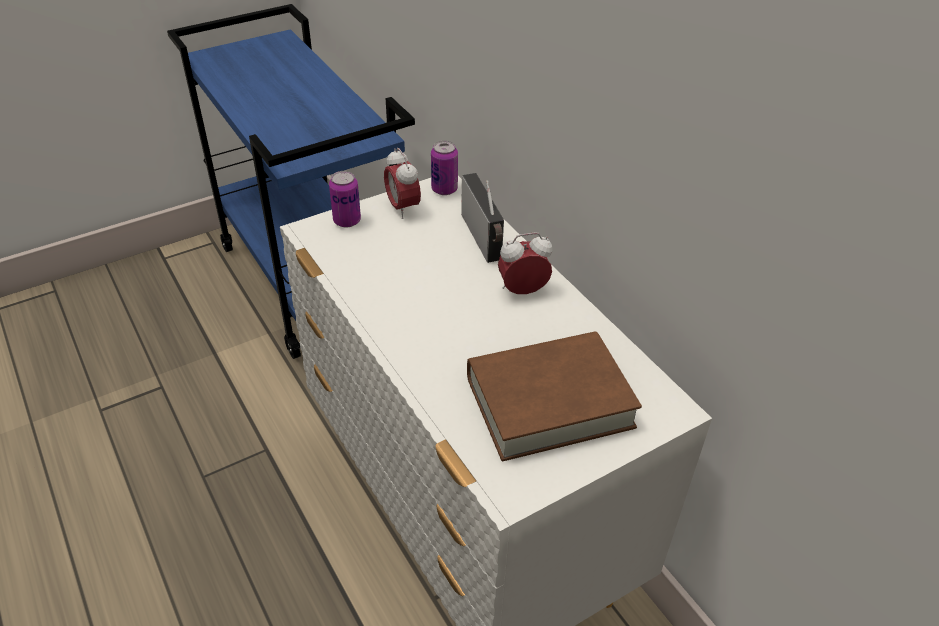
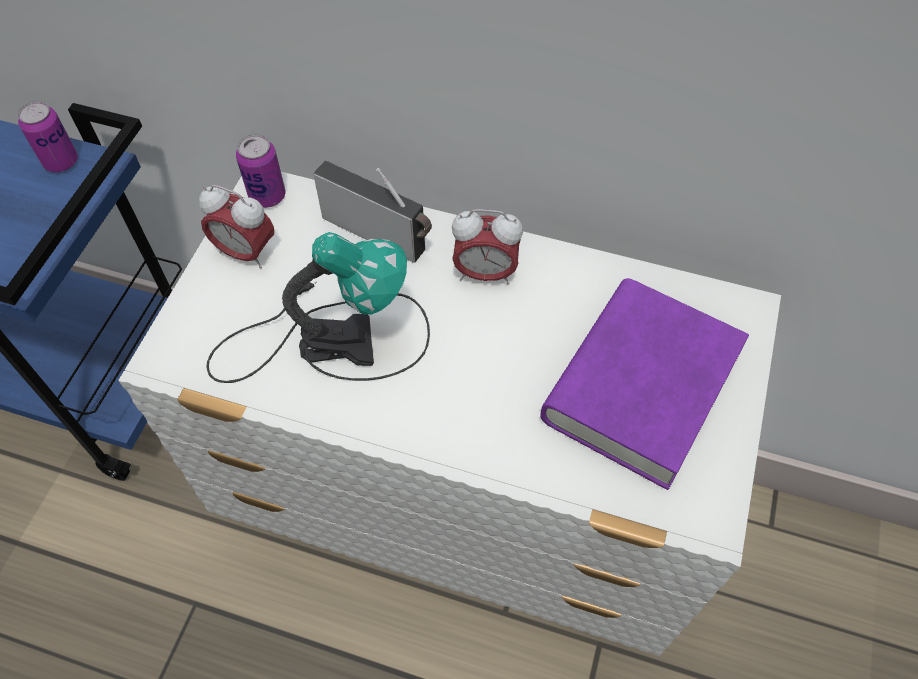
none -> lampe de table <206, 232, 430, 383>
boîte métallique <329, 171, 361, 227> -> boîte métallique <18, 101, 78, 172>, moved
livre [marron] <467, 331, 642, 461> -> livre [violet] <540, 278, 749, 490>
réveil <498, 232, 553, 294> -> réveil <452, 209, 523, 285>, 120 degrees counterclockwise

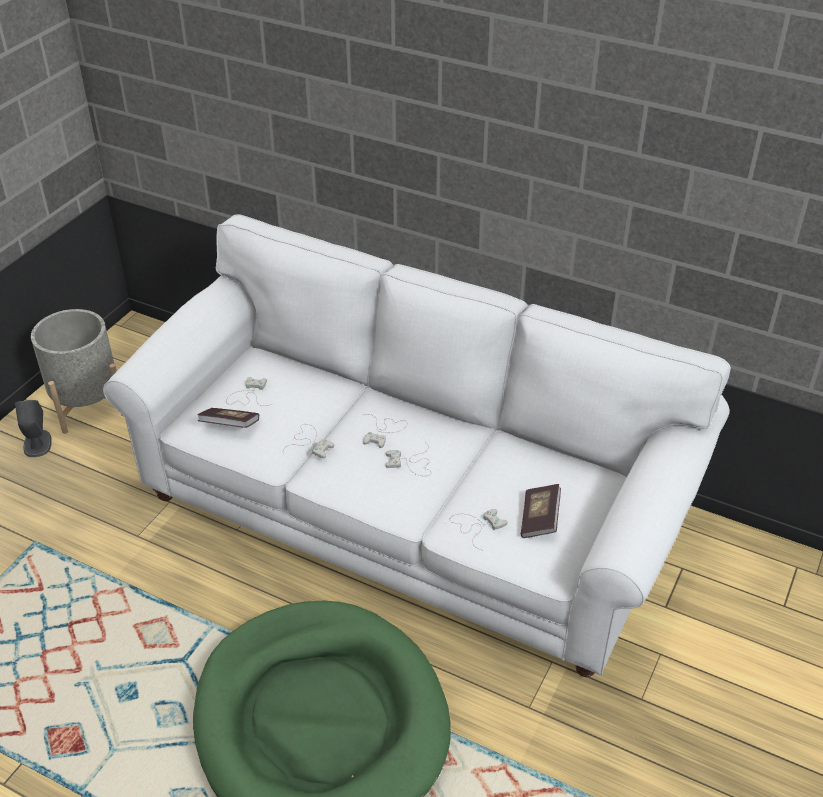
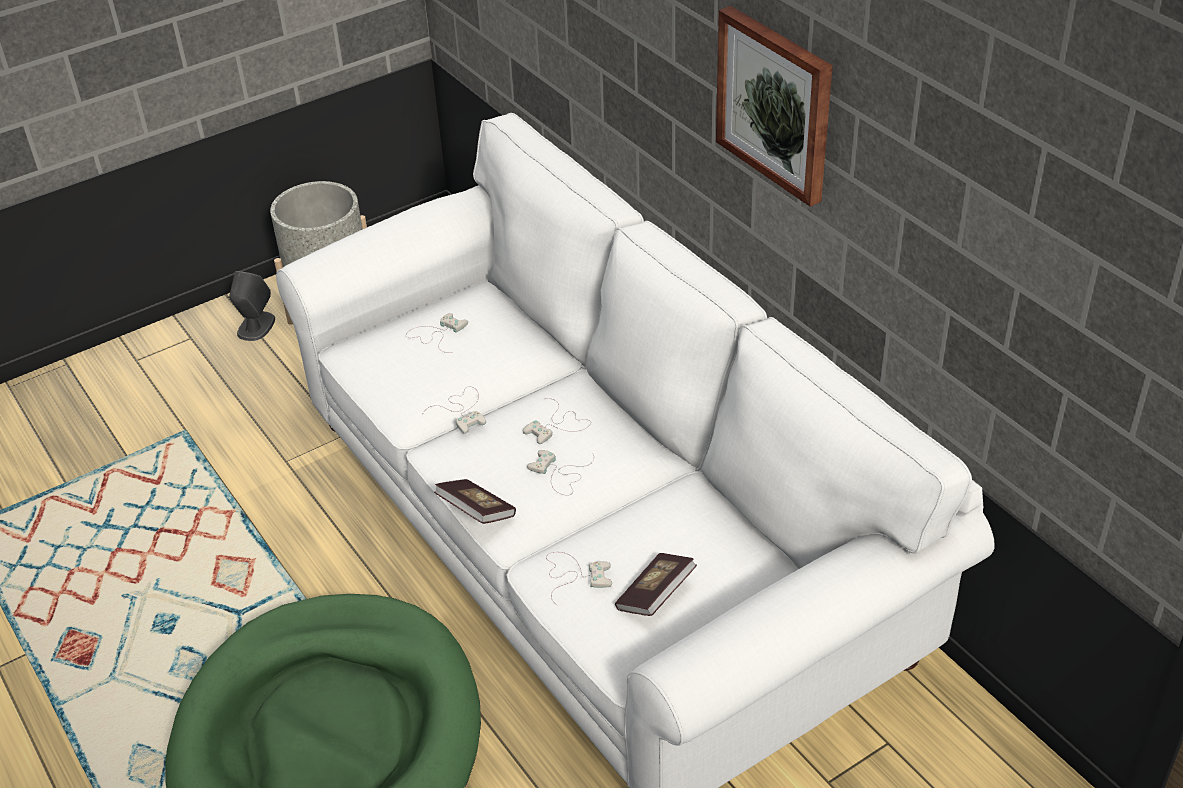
none -> tableau <716, 6, 833, 207>
livre <197, 408, 259, 428> -> livre <434, 479, 516, 524>, moved

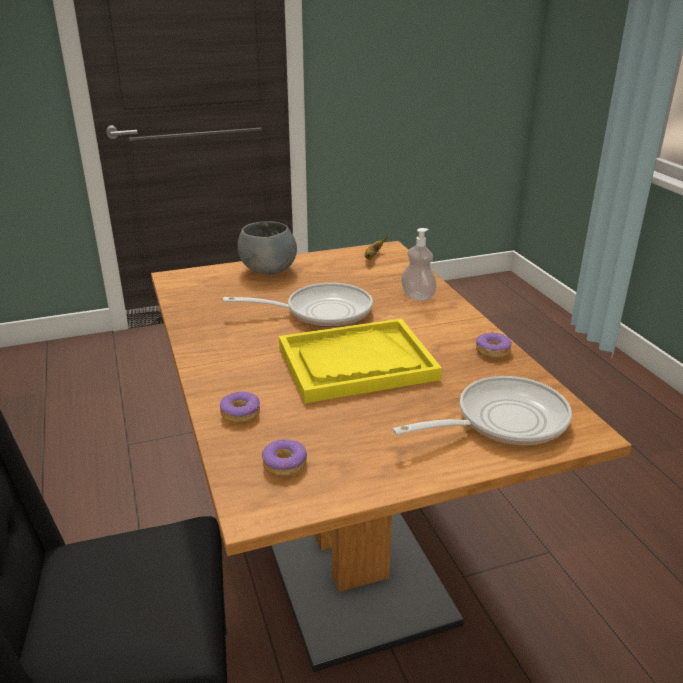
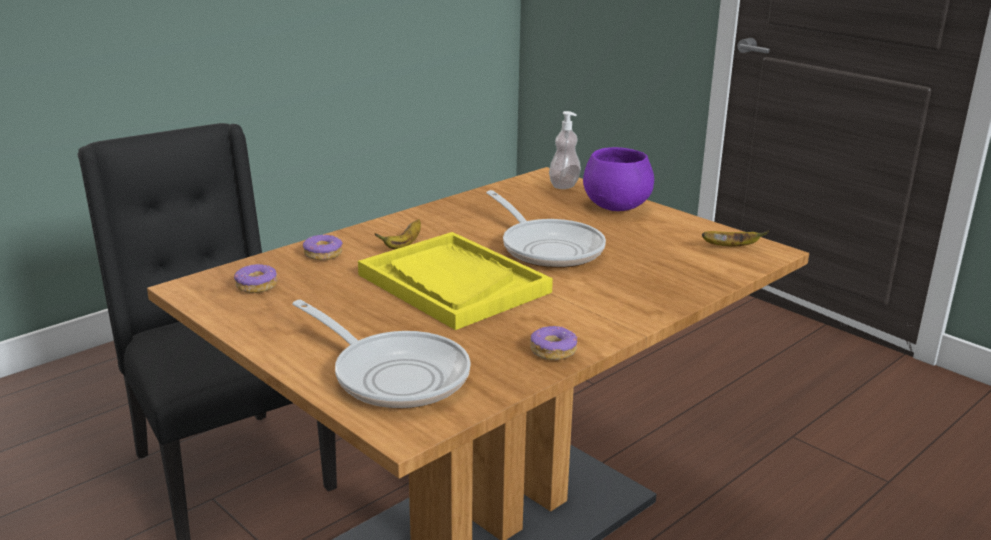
none -> banane <375, 219, 421, 249>
distributeur de savon <401, 228, 437, 301> -> distributeur de savon <549, 111, 581, 189>, moved
bol [gris] <238, 221, 297, 274> -> bol [violet] <583, 147, 654, 211>

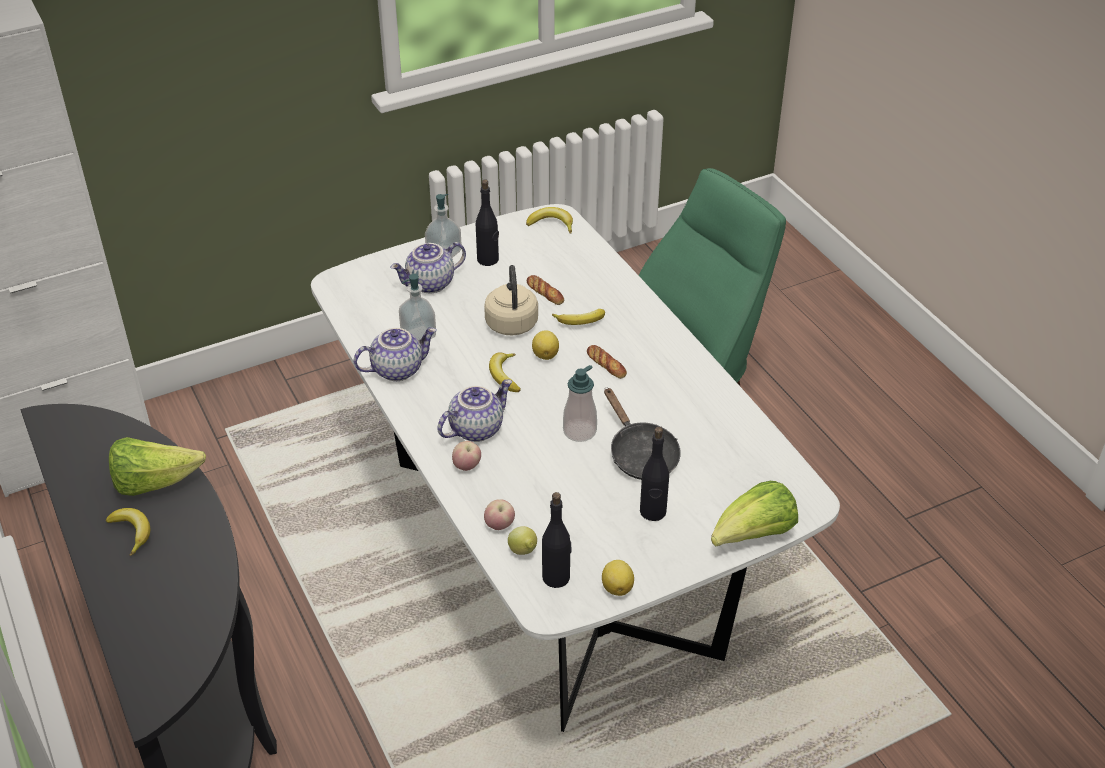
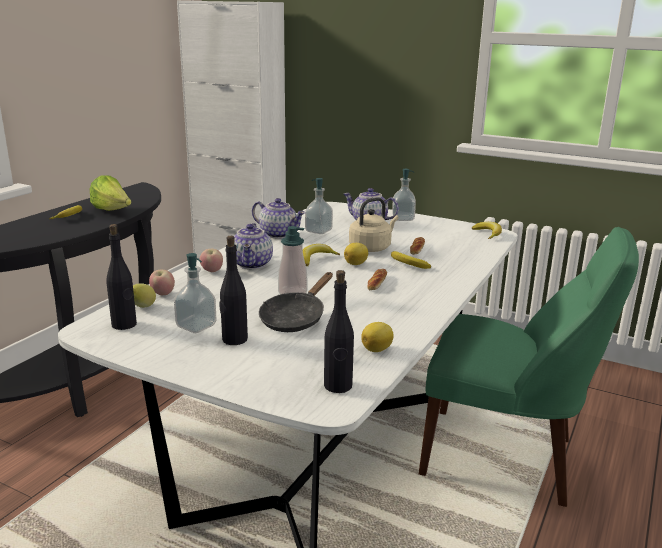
laitue <711, 481, 798, 546> -> none
none -> distributeur de savon <174, 253, 217, 333>
bouteille [noir] <476, 179, 499, 266> -> bouteille [noir] <324, 270, 354, 393>, moved
citron <602, 560, 634, 596> -> citron <361, 322, 394, 352>, moved
théière <437, 379, 512, 442> -> théière <234, 223, 273, 269>, 75 degrees clockwise

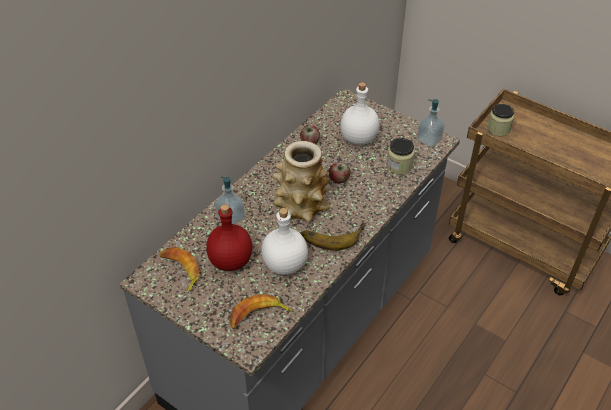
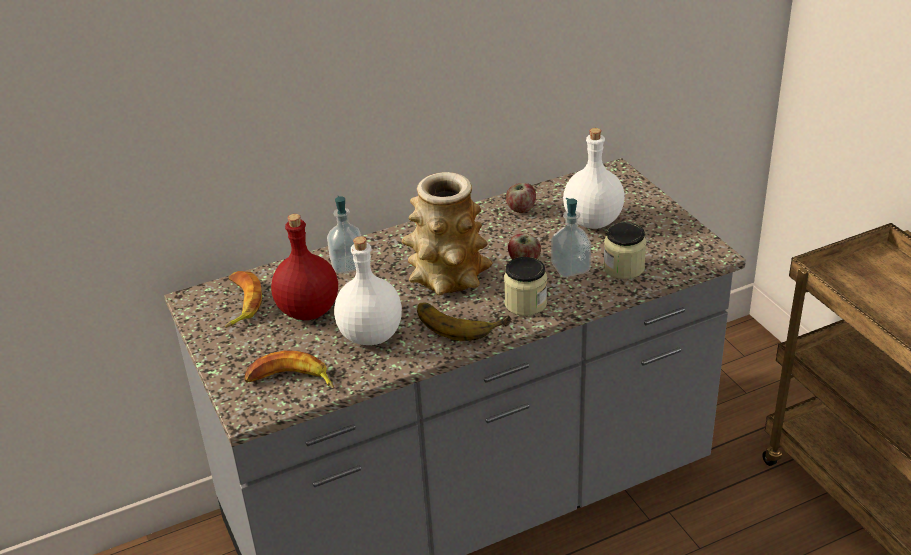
distributeur de savon <417, 99, 445, 147> -> distributeur de savon <551, 198, 591, 277>, moved
bocal <487, 104, 514, 136> -> bocal <504, 257, 547, 316>, moved

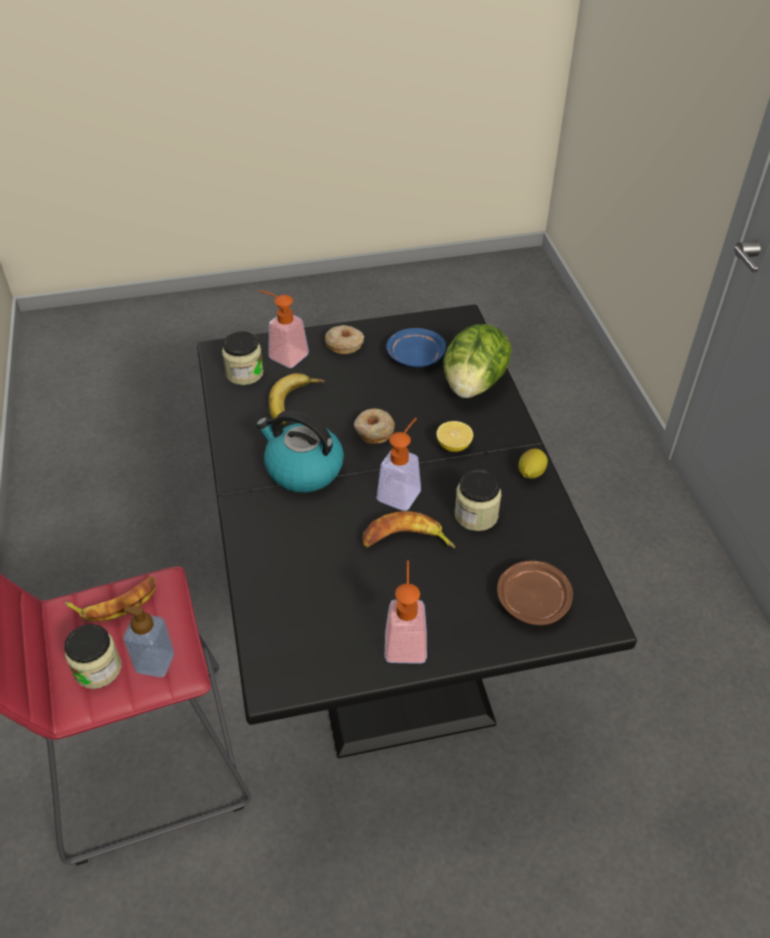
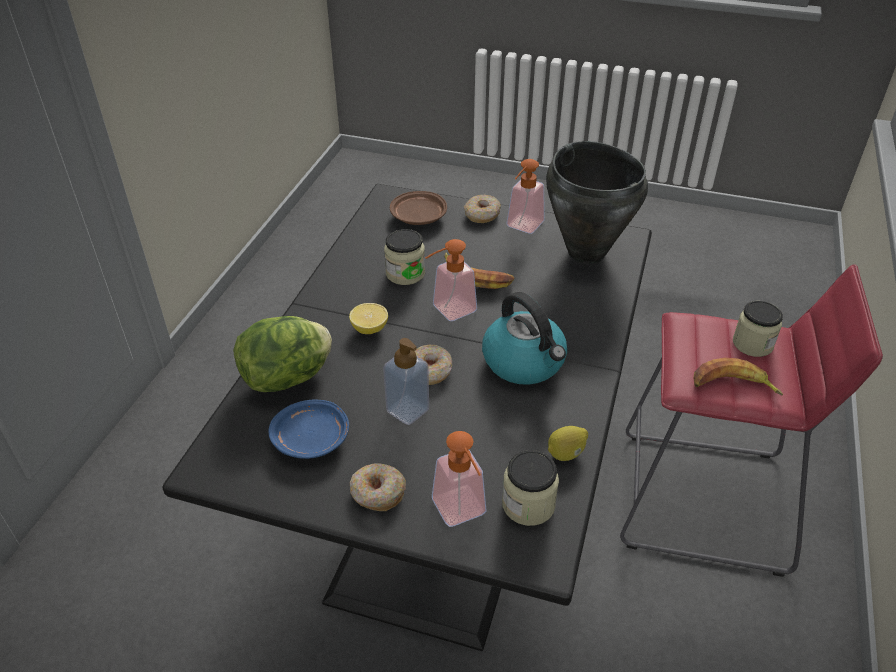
banane <269, 373, 325, 427> -> none
none -> beignet <464, 195, 501, 223>
none -> marmite [noir] <546, 141, 648, 264>
distributeur de savon <123, 607, 174, 678> -> distributeur de savon <383, 338, 429, 425>, moved
citron <519, 449, 548, 479> -> citron <548, 426, 588, 461>, moved

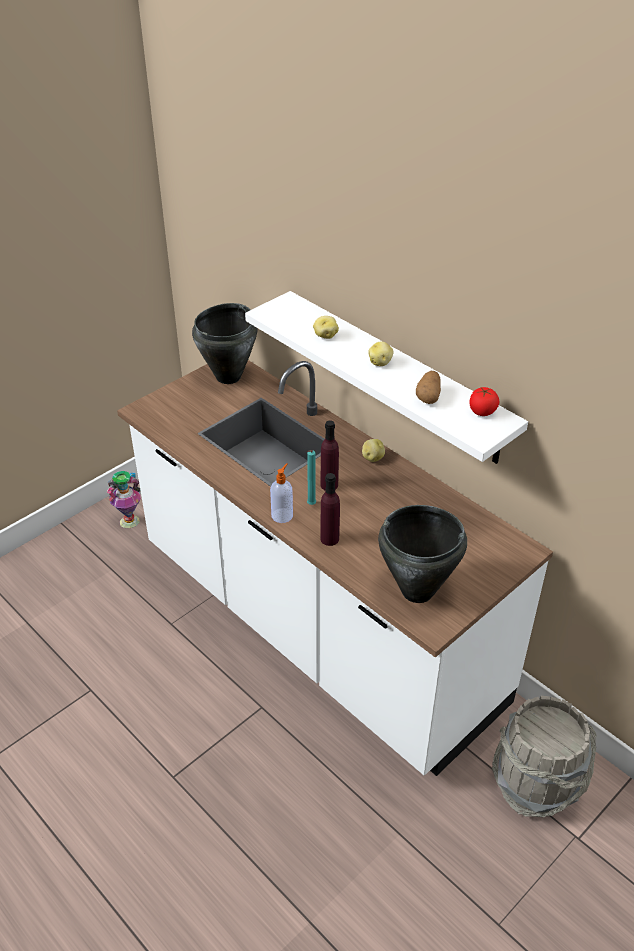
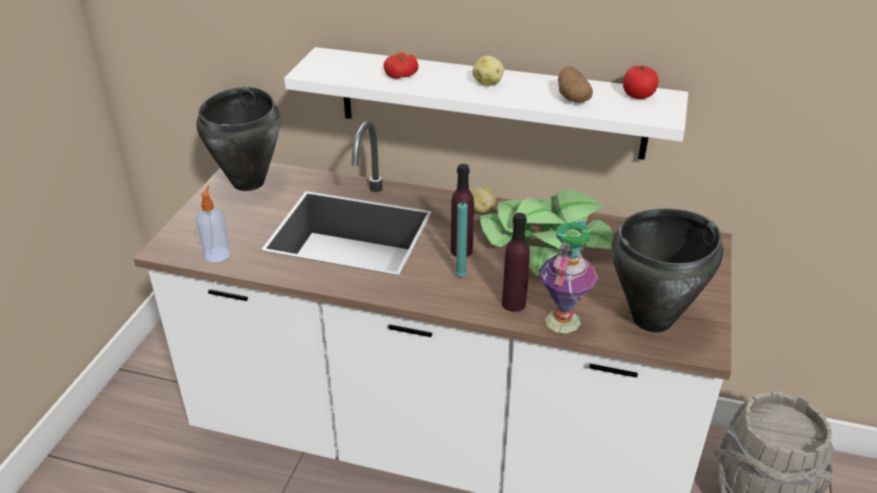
none -> plante en pot <480, 190, 615, 276>
vase <107, 471, 141, 528> -> vase <539, 221, 599, 333>, moved
distributeur de savon <270, 463, 293, 523> -> distributeur de savon <197, 186, 230, 262>, moved
pomme de terre <313, 316, 339, 339> -> tomate <383, 53, 418, 79>

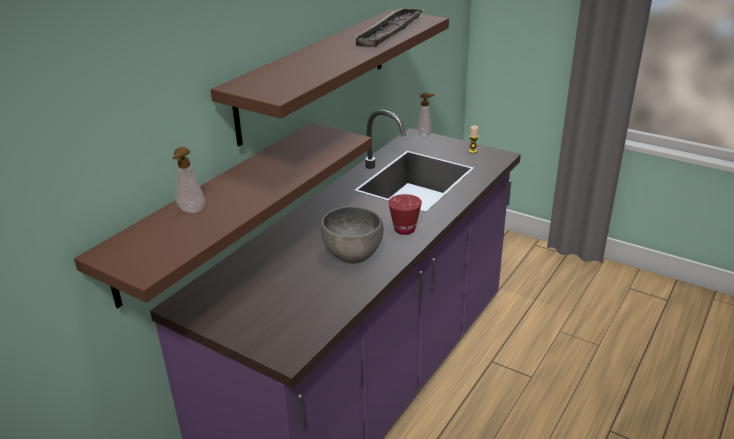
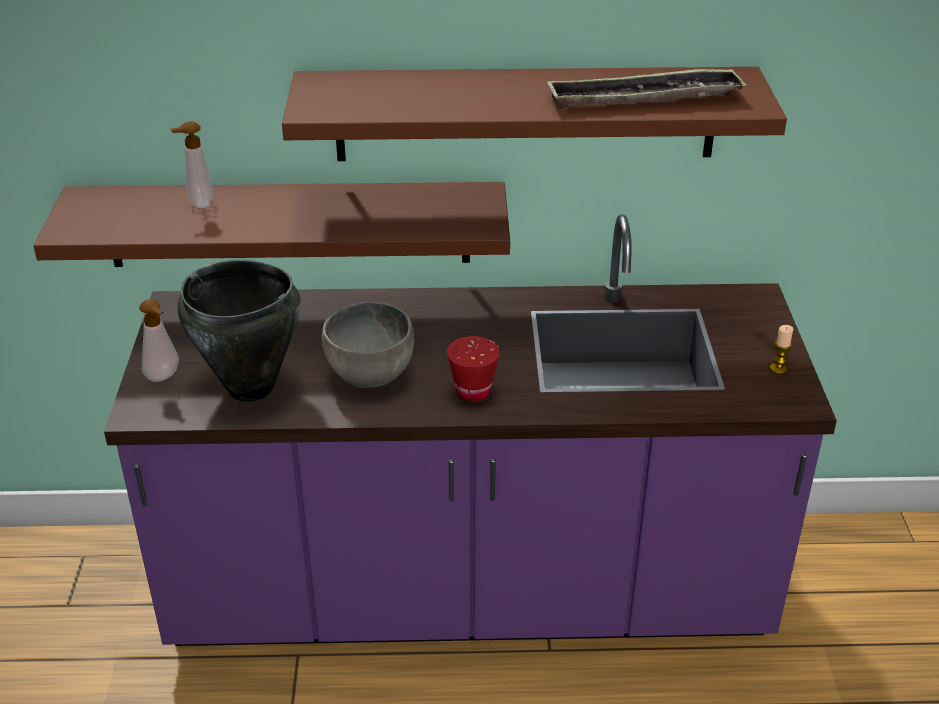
none -> marmite [noir] <178, 260, 301, 402>
distributeur de savon <417, 93, 435, 138> -> distributeur de savon <139, 299, 179, 382>, moved

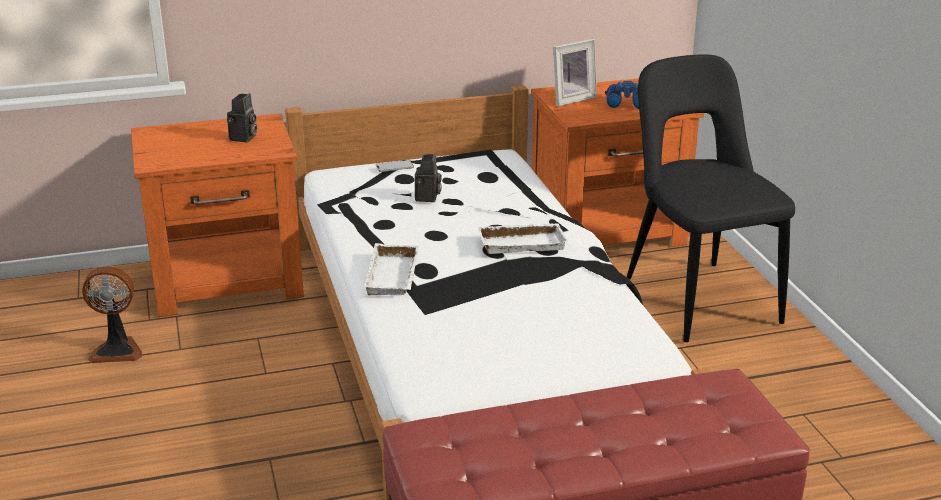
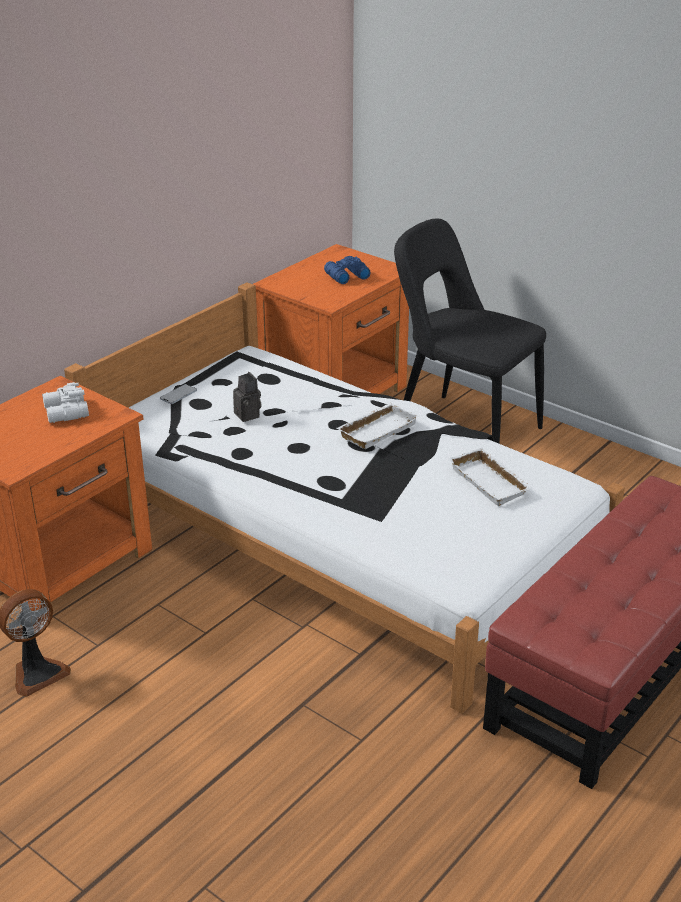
cadre photo <553, 39, 597, 106> -> none
plateau [blanc] <364, 243, 419, 295> -> plateau [blanc] <448, 448, 532, 506>, moved
appareil photo <227, 93, 257, 142> -> jumelles [blanc] <42, 382, 89, 423>

